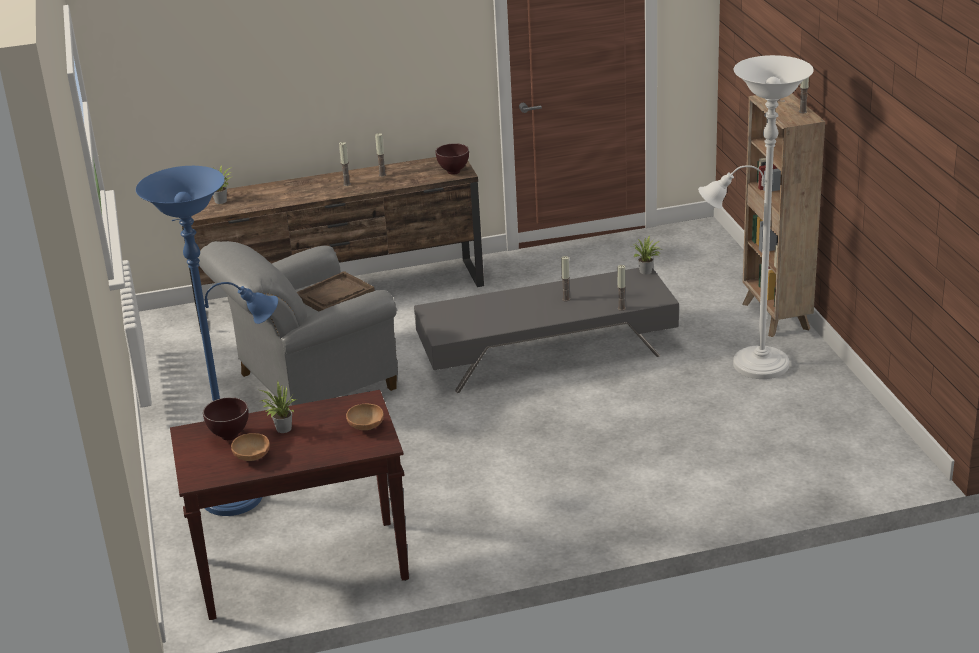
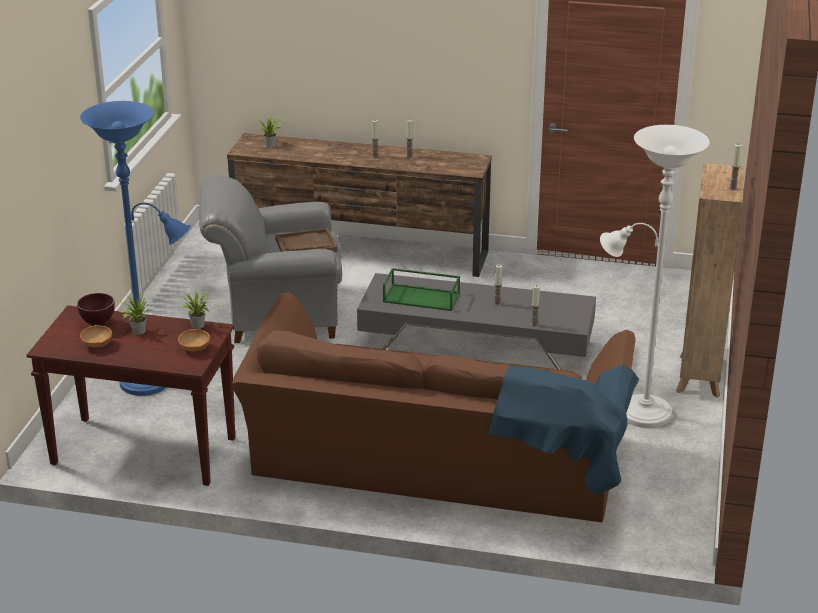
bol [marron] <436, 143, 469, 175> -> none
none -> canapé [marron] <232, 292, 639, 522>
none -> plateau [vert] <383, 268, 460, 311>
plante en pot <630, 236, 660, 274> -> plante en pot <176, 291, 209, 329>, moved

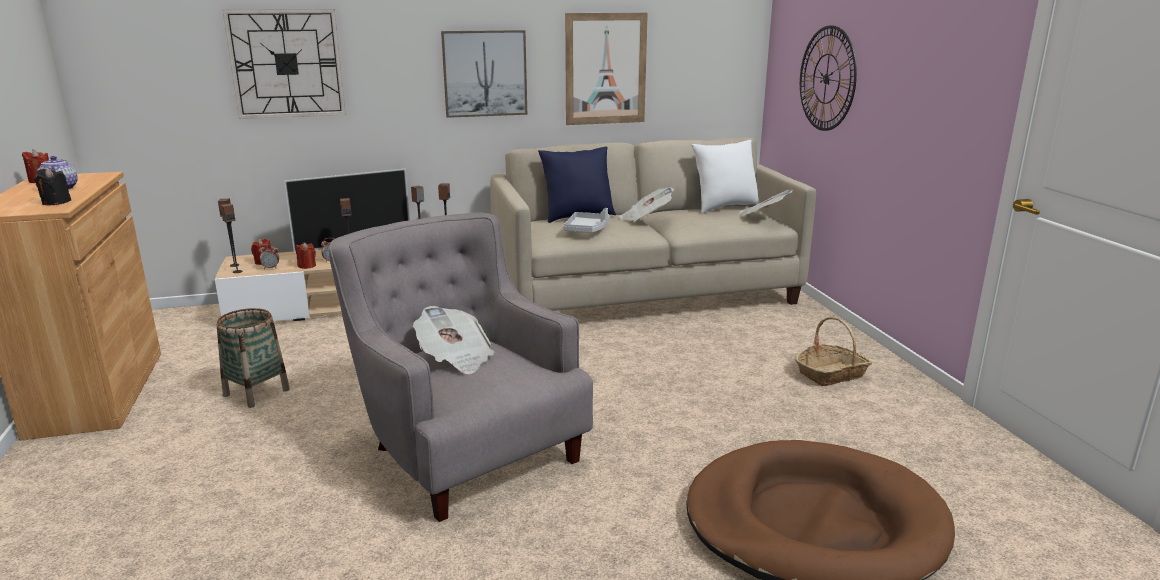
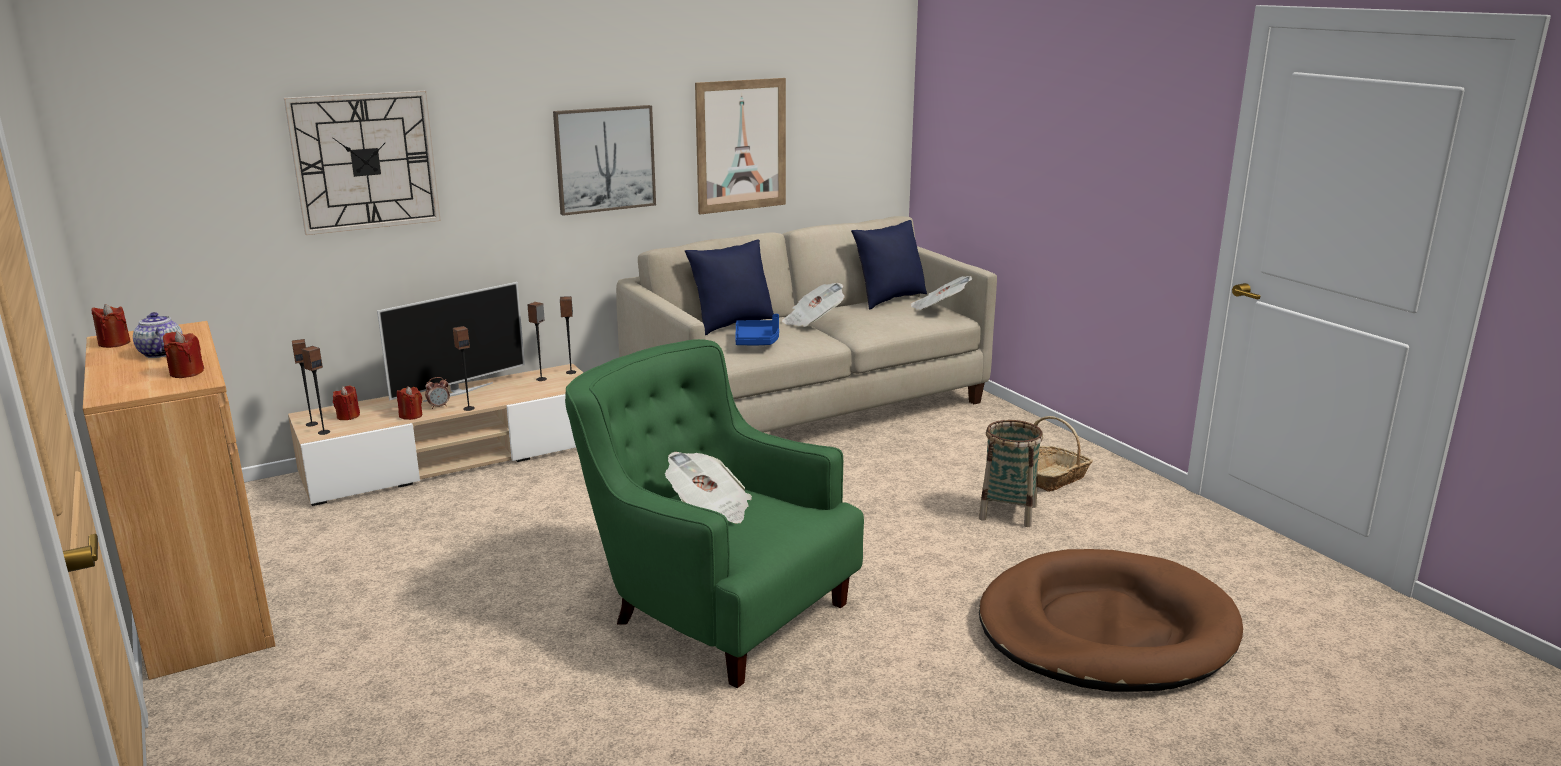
réveil <259, 244, 279, 269> -> none
horloge murale <800, 25, 857, 131> -> none
panier <217, 308, 290, 408> -> panier <979, 420, 1043, 527>, moved
bougie [noir] <34, 168, 71, 205> -> bougie [rouge] <163, 331, 204, 378>
fauteuil [gris] <329, 212, 593, 522> -> fauteuil [vert] <565, 339, 864, 688>
plateau [gris] <563, 208, 610, 233> -> plateau [bleu] <735, 314, 779, 345>
coussin [blanc] <691, 140, 760, 214> -> coussin [bleu] <851, 220, 927, 309>

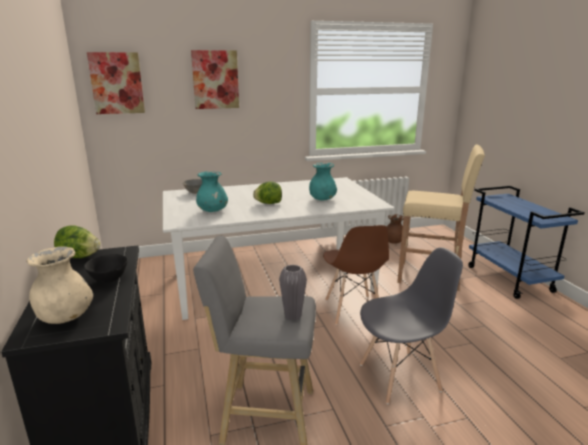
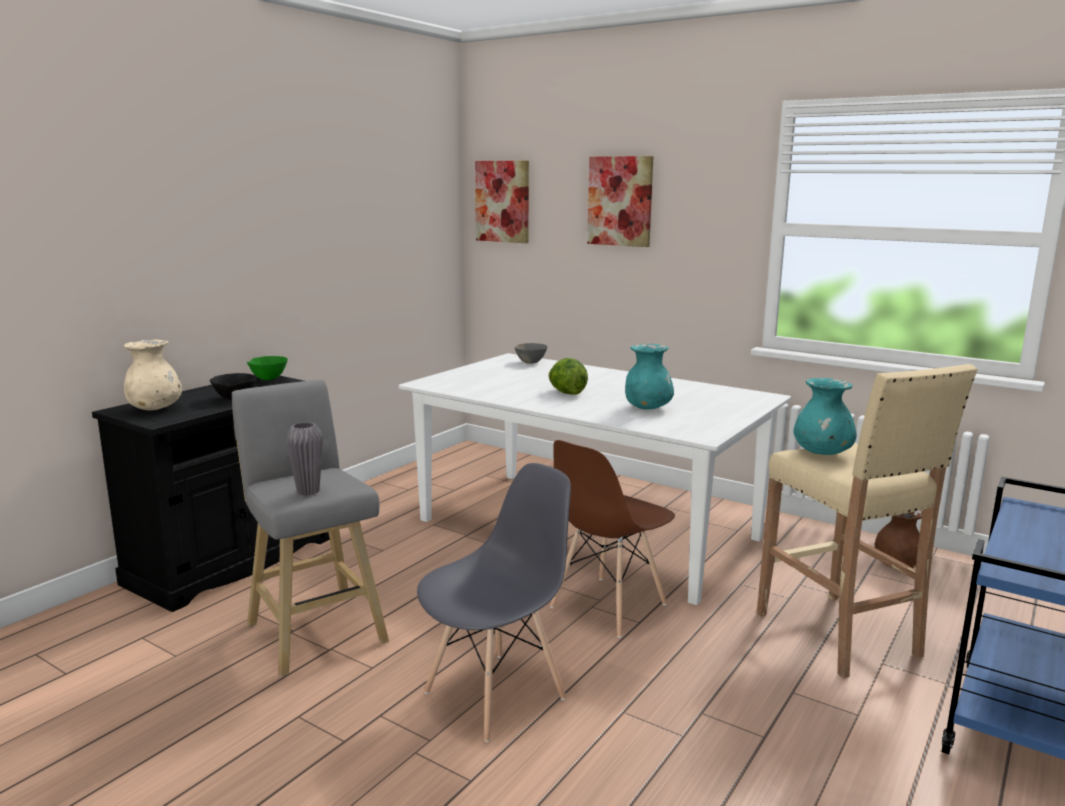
vase [turquoise] <196, 171, 228, 212> -> vase [turquoise] <793, 378, 857, 455>, moved
laitue <54, 225, 101, 258> -> bol [vert] <247, 356, 288, 380>
chaise [gris] <360, 247, 463, 404> -> chaise [gris] <417, 463, 571, 742>, 75 degrees counterclockwise

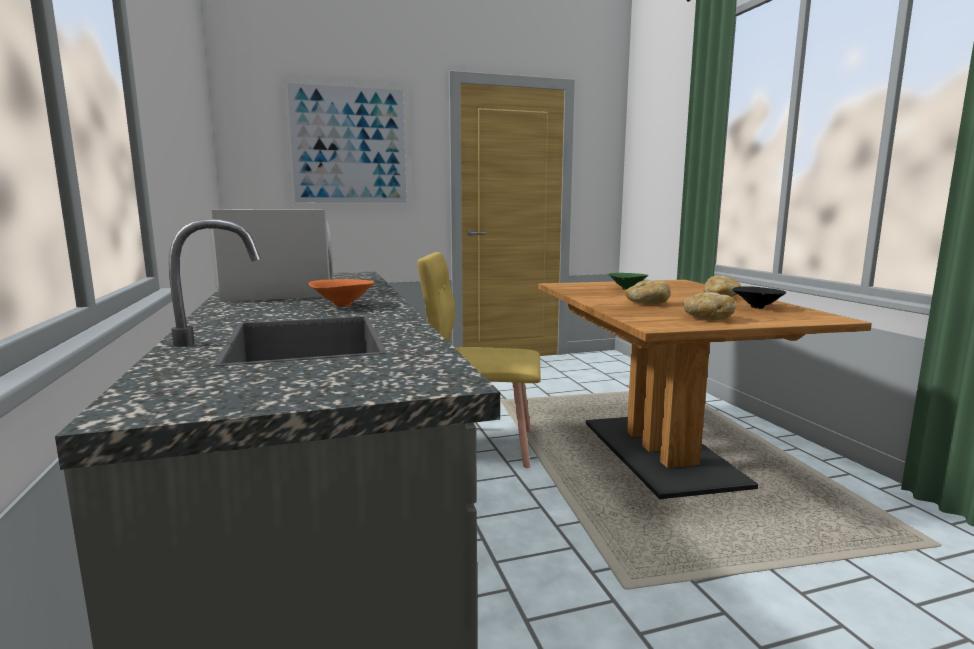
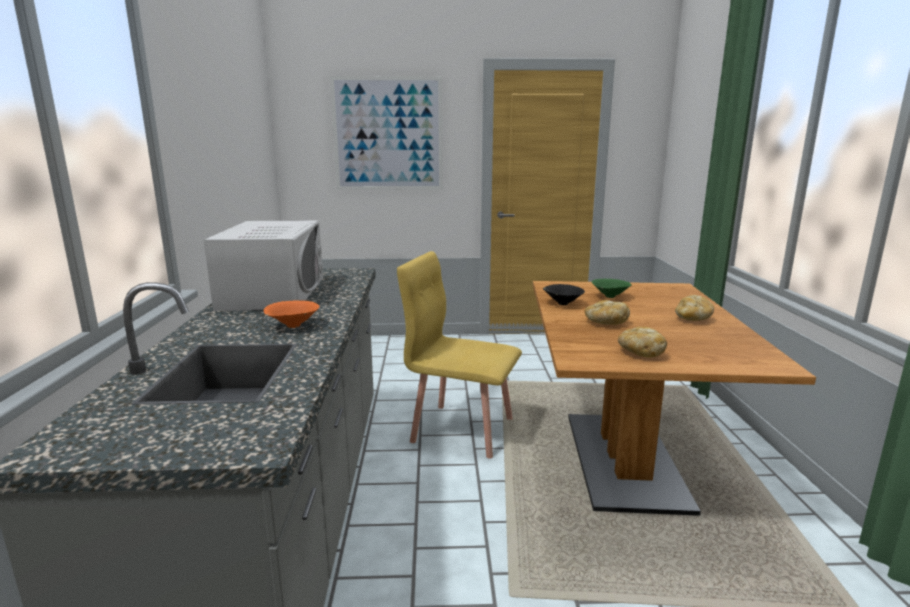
bol [noir] <732, 286, 786, 309> -> bol [noir] <543, 284, 585, 305>, moved

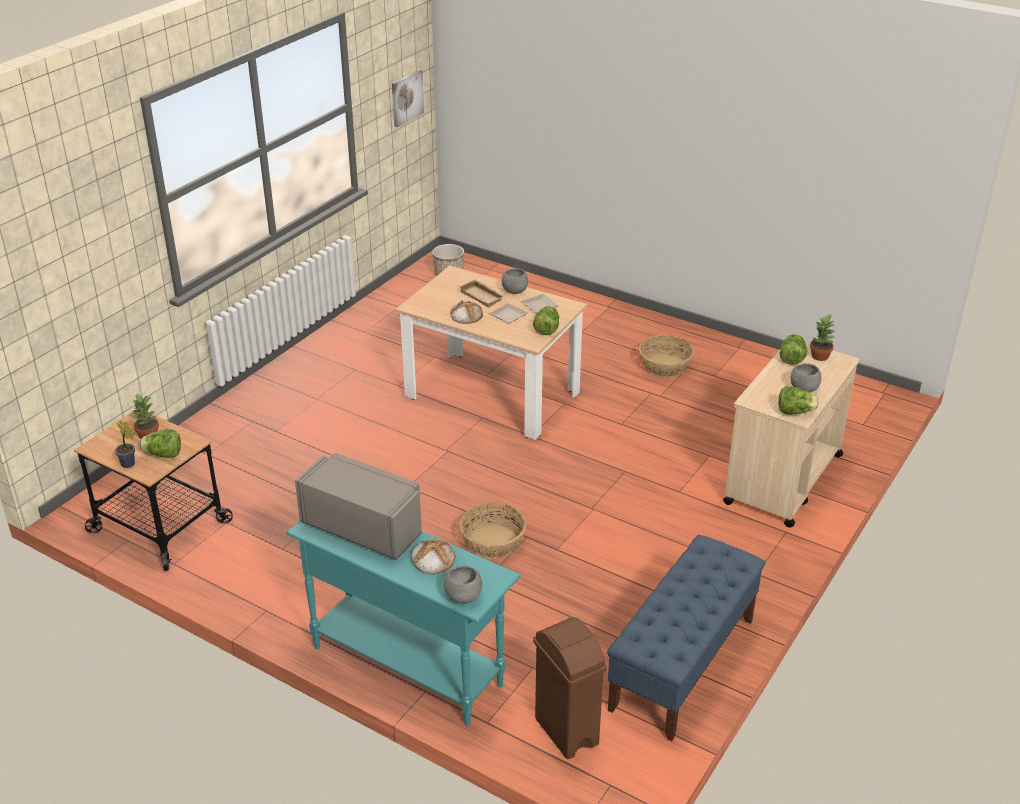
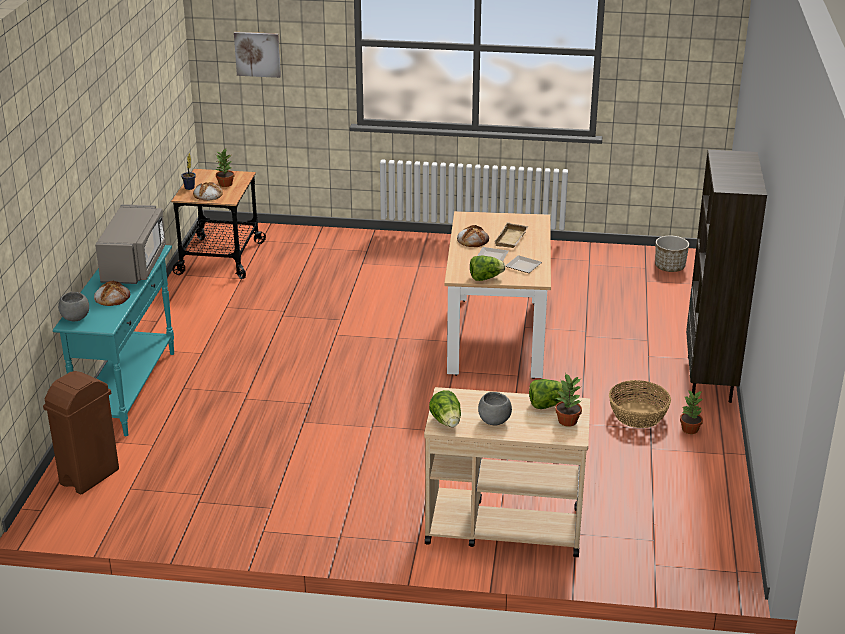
panier <459, 502, 526, 558> -> none
bol [gris] <502, 268, 528, 294> -> none
banc [bleu] <607, 535, 765, 741> -> none
none -> plante en pot <680, 390, 703, 434>
none -> bibliothèque [marron] <686, 150, 767, 403>
tableau <392, 69, 424, 127> -> tableau <234, 32, 281, 78>, moved
laitue <139, 429, 181, 458> -> pain <193, 182, 223, 201>

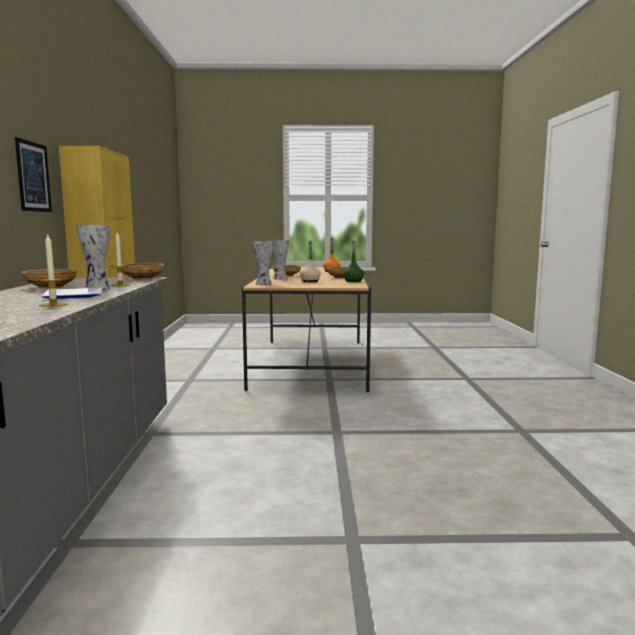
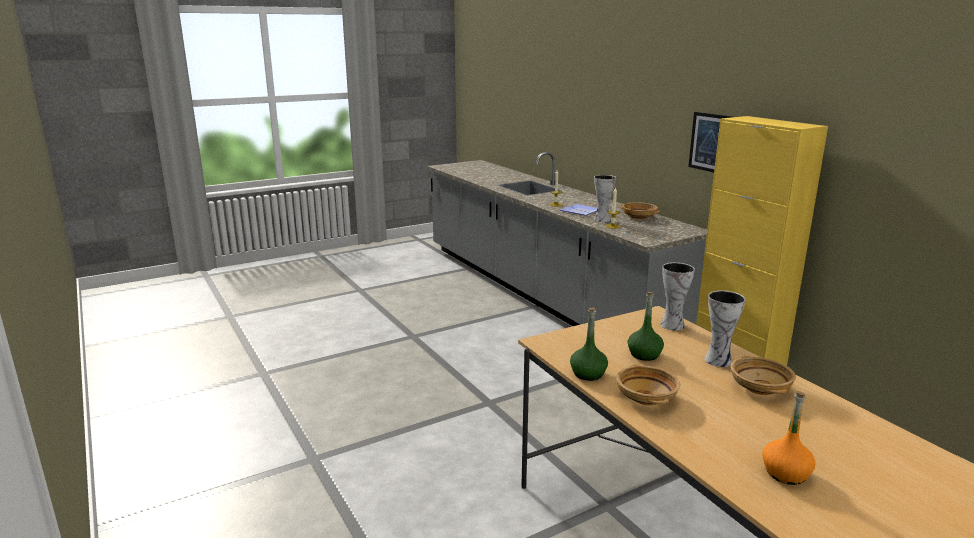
bol [beige] <122, 263, 164, 280> -> none
bouteille [beige] <300, 241, 321, 282> -> bouteille [vert] <628, 292, 664, 361>

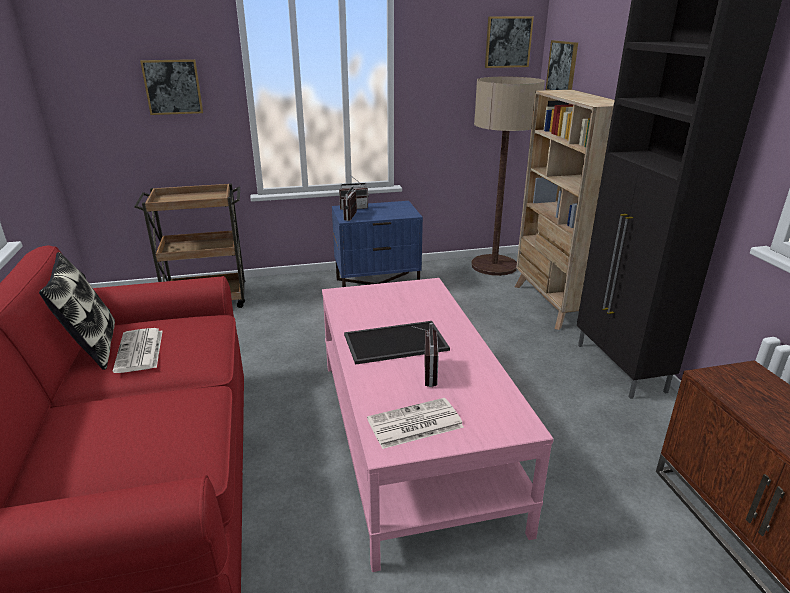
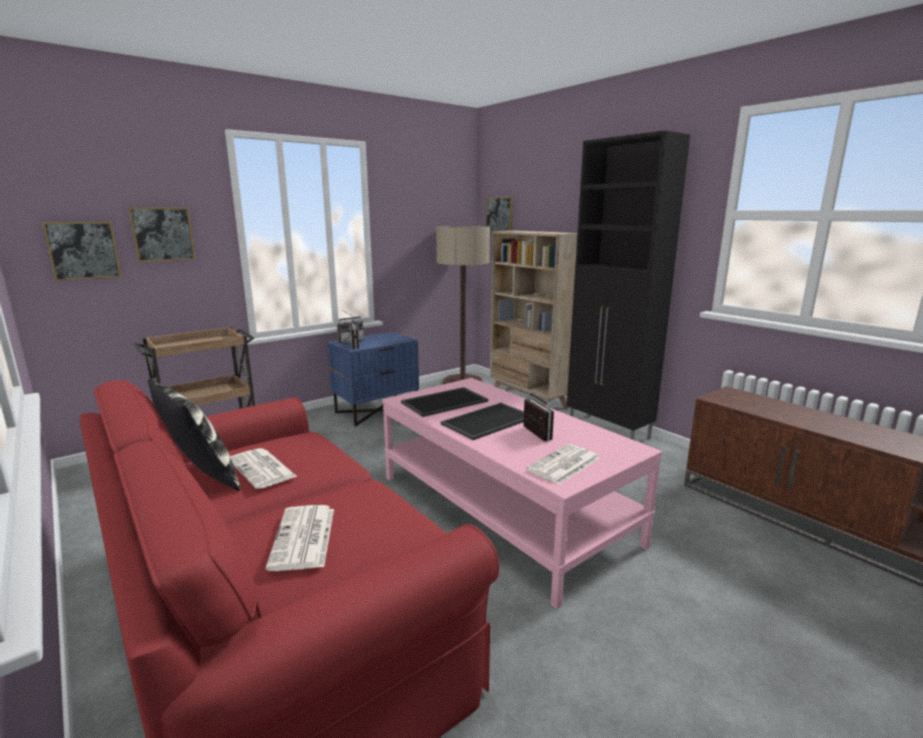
none -> journal <266, 505, 334, 571>
none -> plateau <401, 387, 488, 417>
tableau <485, 16, 534, 68> -> tableau <42, 221, 122, 281>, moved

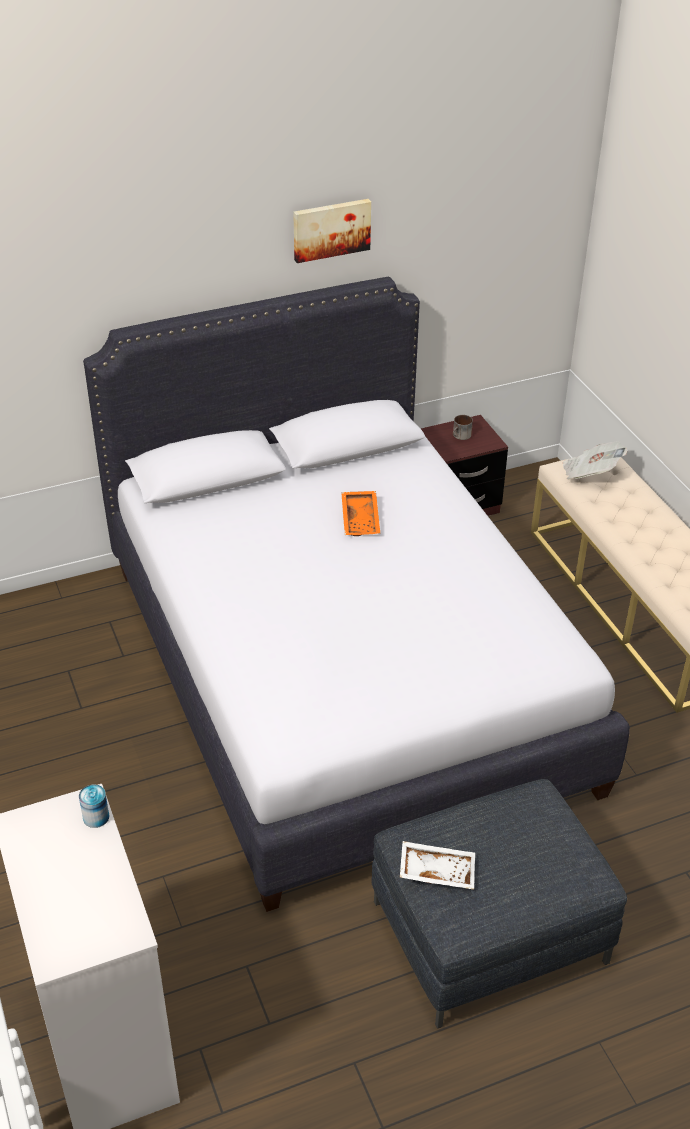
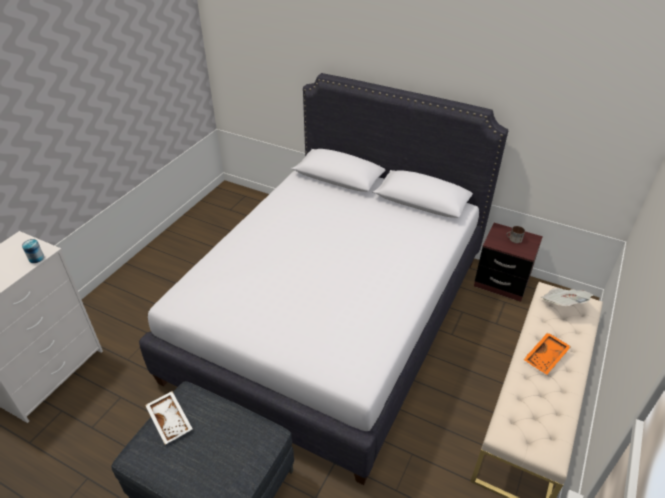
tableau <293, 199, 371, 263> -> none
plateau [orange] <341, 491, 380, 536> -> plateau [orange] <523, 332, 571, 374>, moved

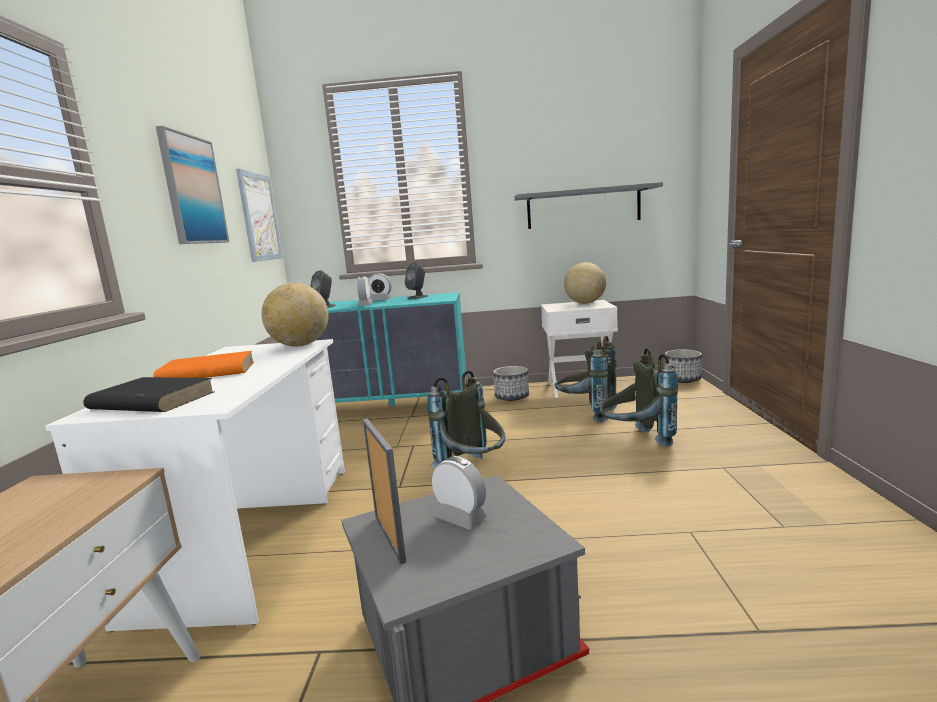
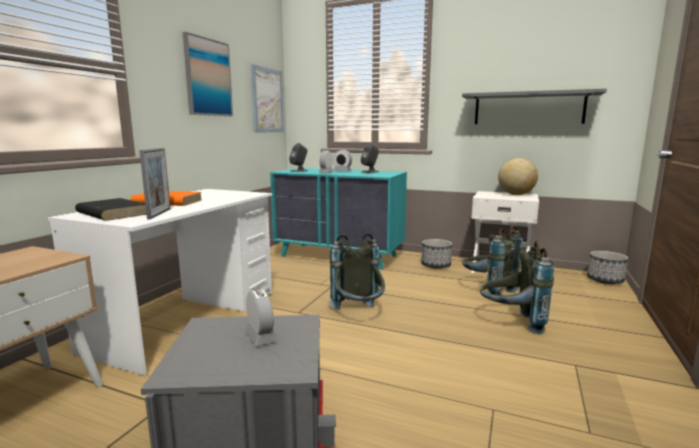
globe <261, 283, 329, 347> -> none
cadre photo <363, 418, 406, 564> -> cadre photo <139, 148, 171, 220>, moved

